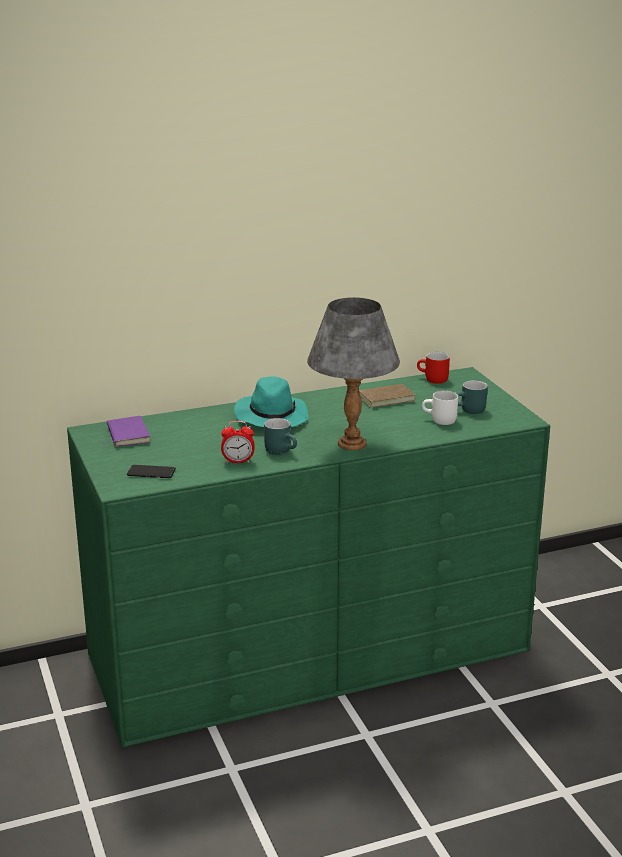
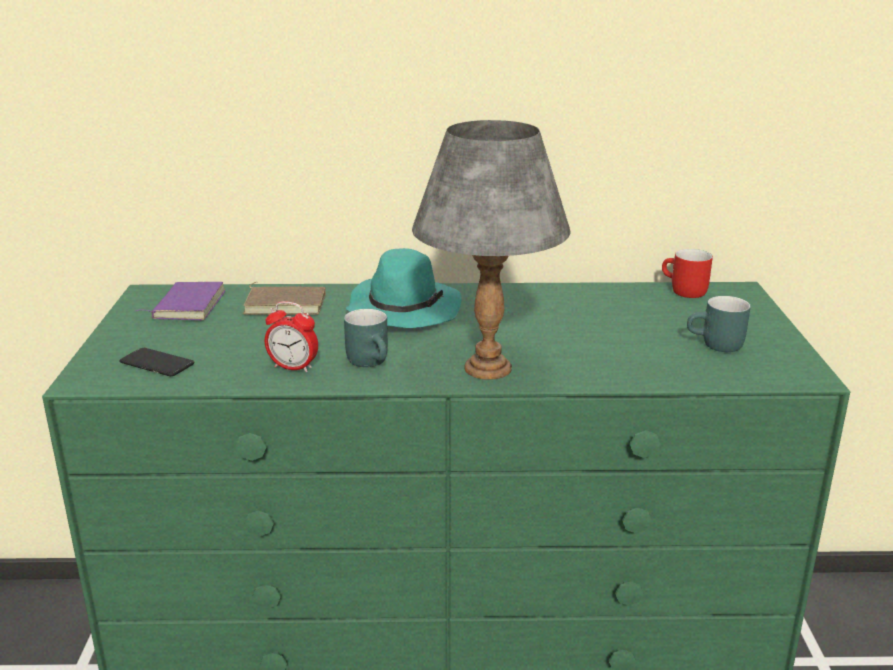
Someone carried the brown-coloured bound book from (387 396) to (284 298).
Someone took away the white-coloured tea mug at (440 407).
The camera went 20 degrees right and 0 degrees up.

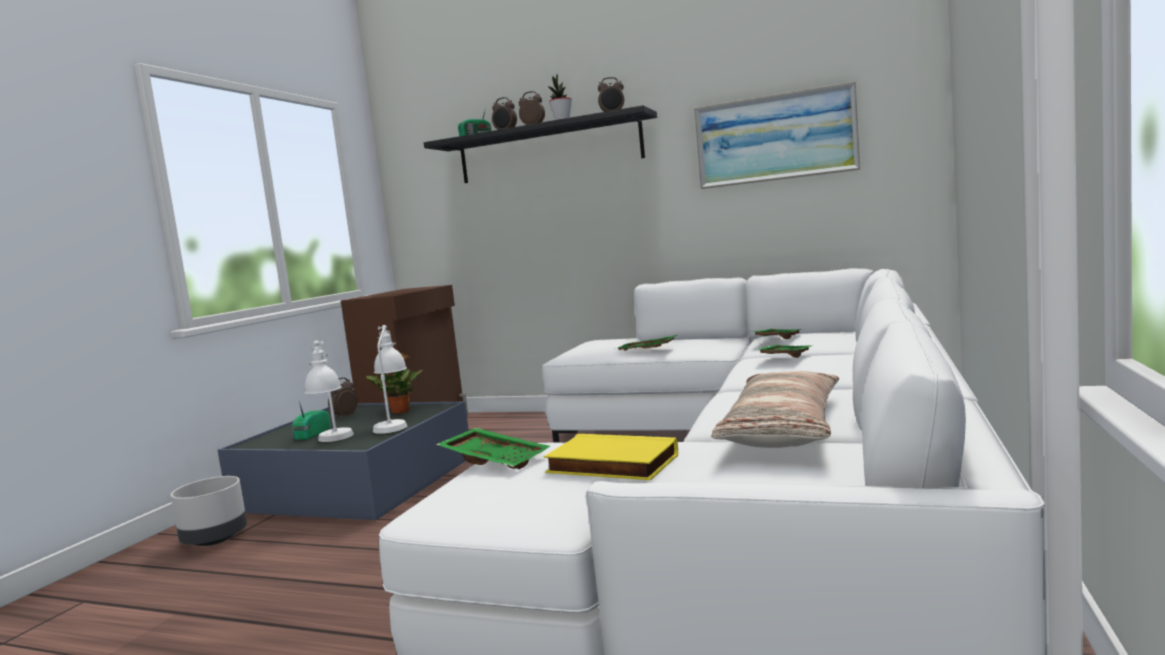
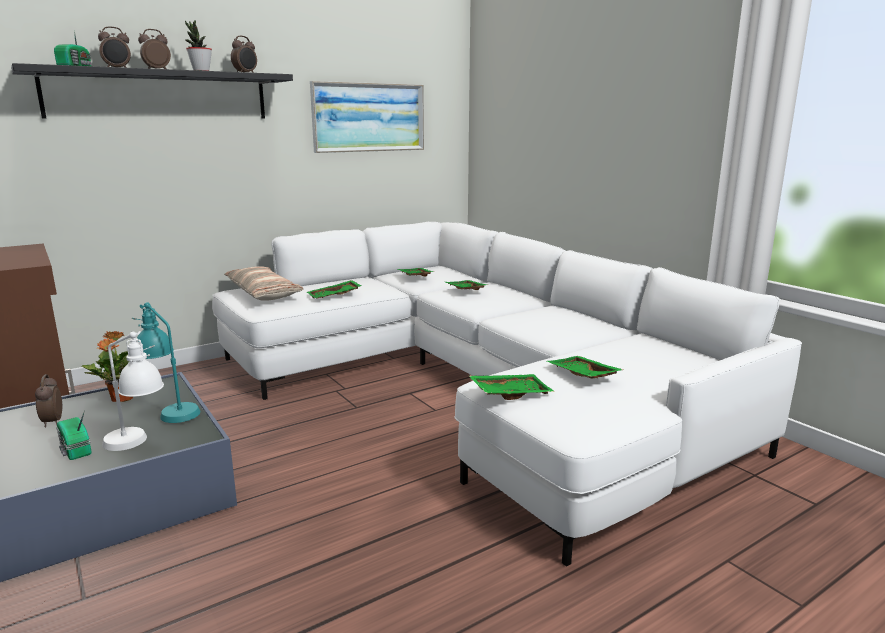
Someone took away the grey flower pot at (208 511).
Someone repainted the white-coloured table lamp at (390 379), which became the turquoise table lamp at (166 362).
Someone swapped the yellow-coloured bound book at (611 457) for the greenish serving tray at (585 367).
Someone carried the pillow from (775 409) to (263 283).
The camera went 55 degrees left and 10 degrees up.

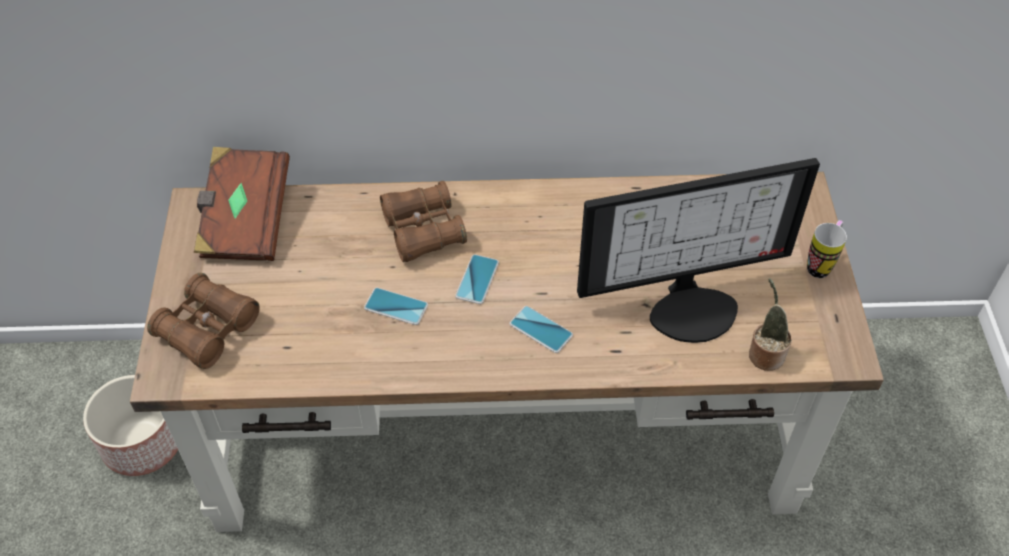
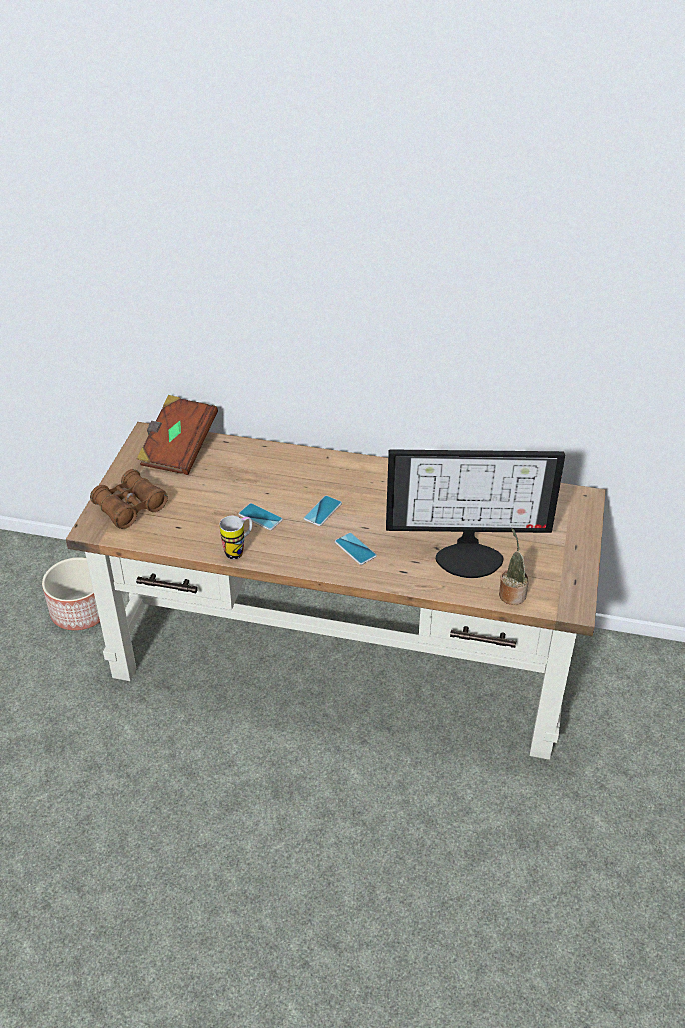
Someone took away the brown-coloured pair of binoculars at (423 221).
Someone carried the tea mug from (827 249) to (235 538).
The camera went 15 degrees right and 10 degrees down.

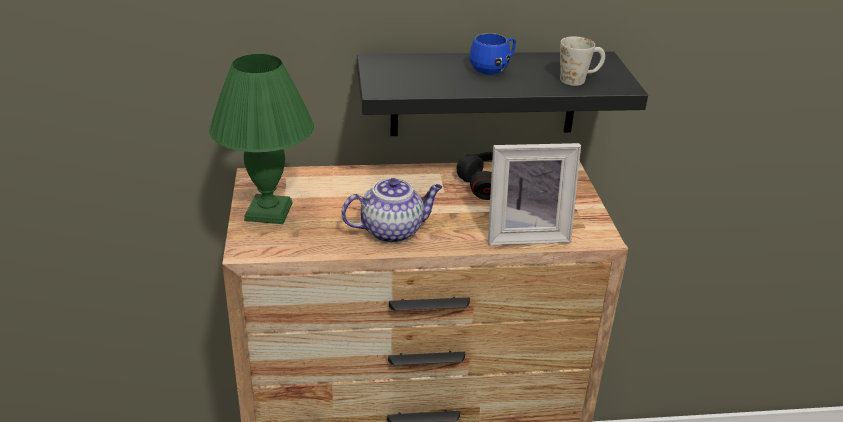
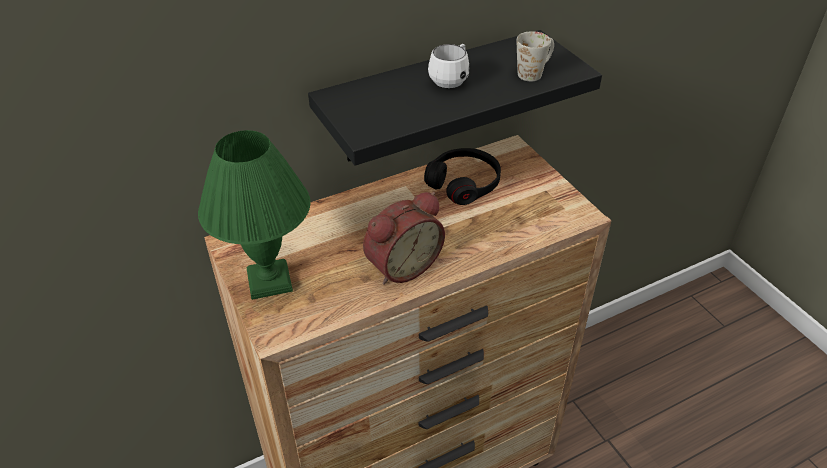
Someone swapped the teapot at (391 210) for the bedside clock at (404 238).
Someone repainted the blue-coloured tea mug at (492 54), which became the white-coloured tea mug at (449 66).
Someone took away the standing frame at (534 194).
The camera went 20 degrees left and 10 degrees up.

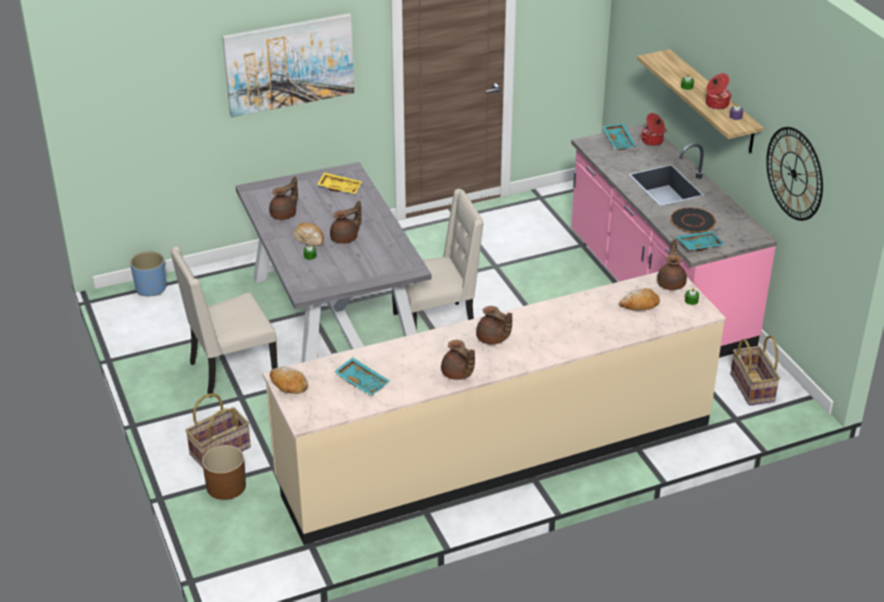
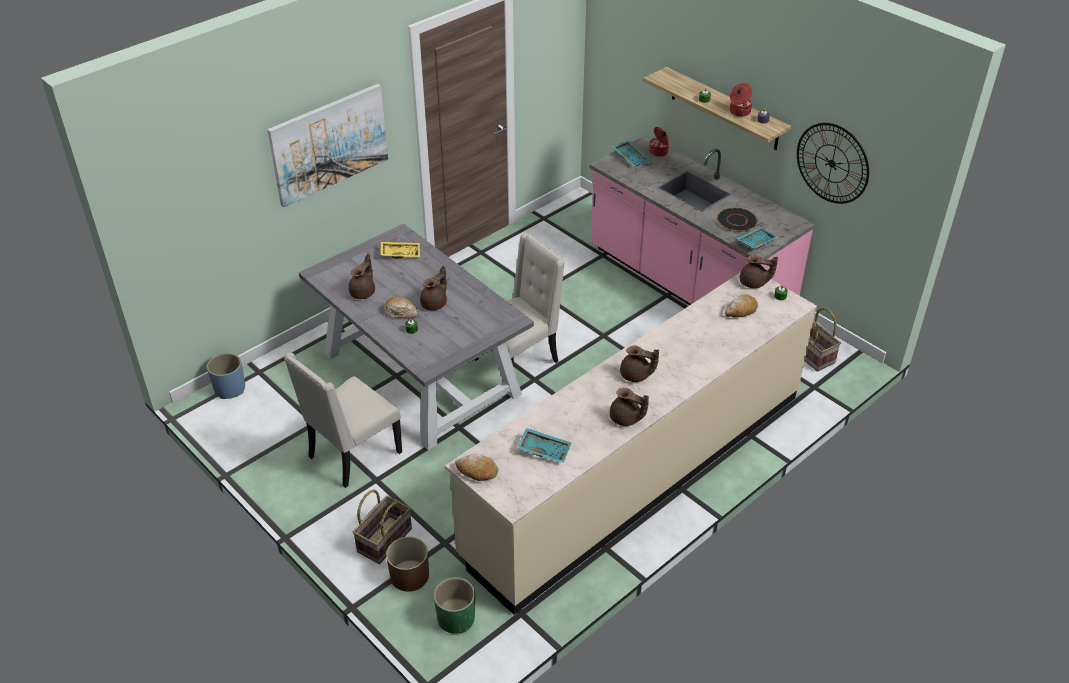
Someone rotated the brown-coloured teapot at (672 264) by 120 degrees clockwise.
Someone put down the greenish flower pot at (454 605).
The camera went 20 degrees left and 5 degrees up.

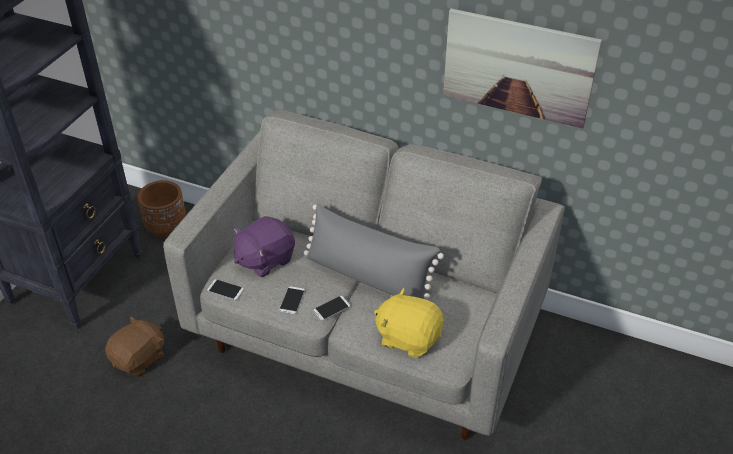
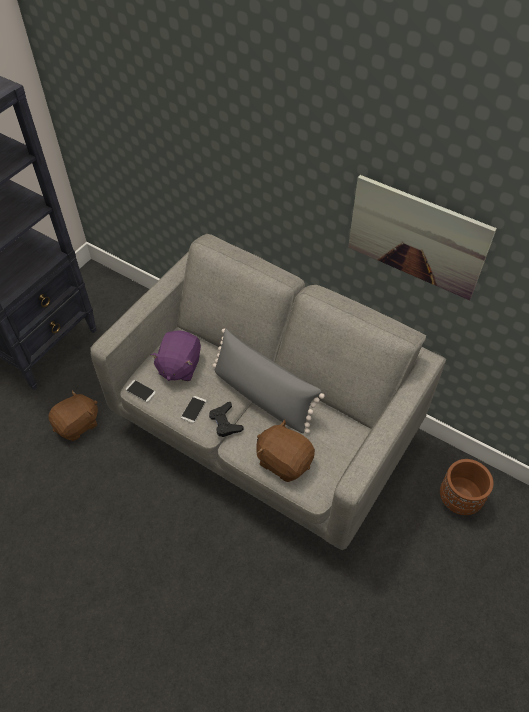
Someone carried the brown-coloured flower pot from (161 209) to (467 487).
Someone rotated the purplish soft toy at (264 246) by 45 degrees counterclockwise.
Someone swapped the telephone at (332 308) for the blackish game controller at (226 419).
Someone repainted the yellow-coloured soft toy at (409 322), which became the brown-coloured soft toy at (285 450).
The camera went 10 degrees right and 10 degrees up.

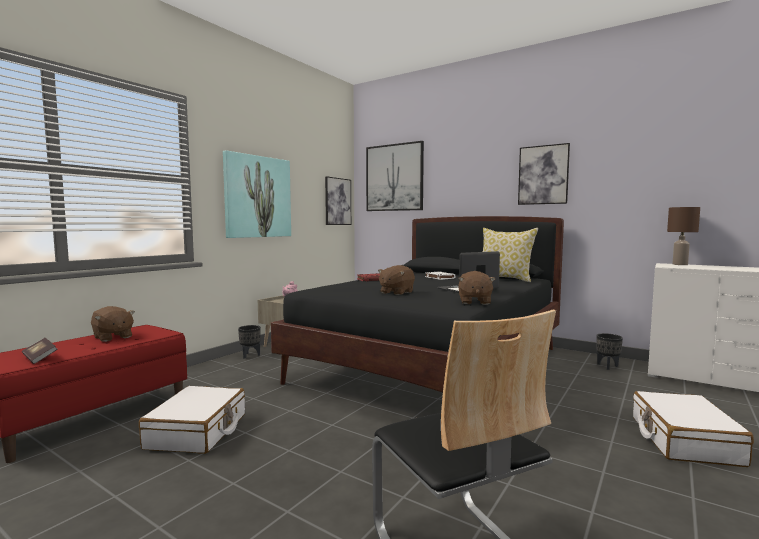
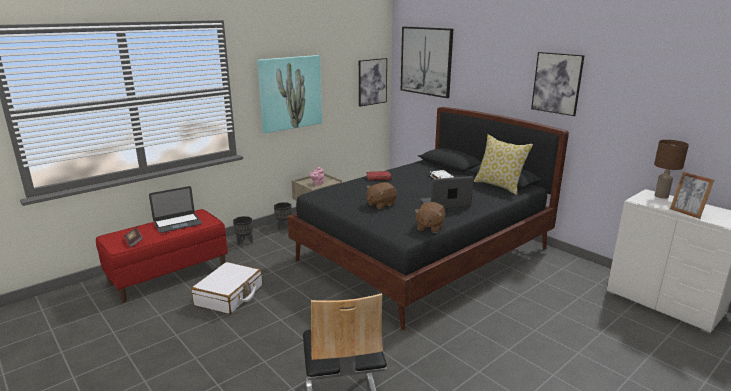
Someone swapped the brown-coloured soft toy at (113 324) for the notebook computer at (175 209).
Someone carried the blackish flower pot from (609 351) to (243 230).
Someone took away the white-coloured suitcase at (693 429).
Someone put down the standing frame at (692 195).
The camera went 15 degrees right and 15 degrees up.

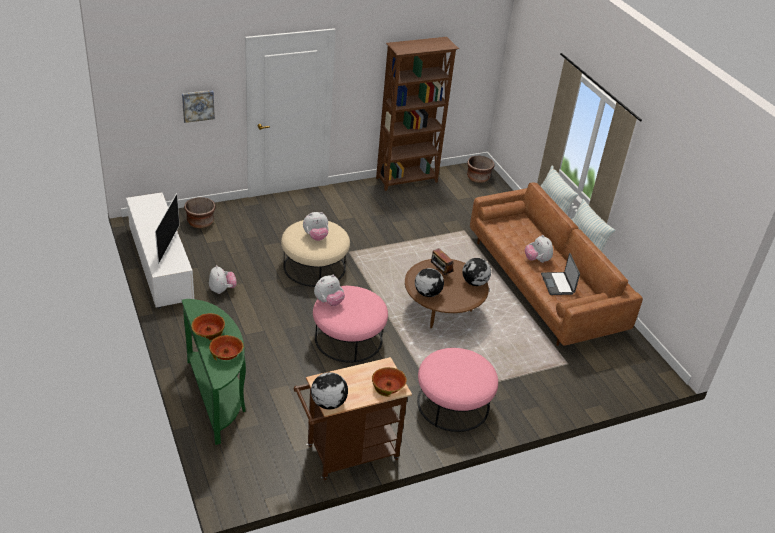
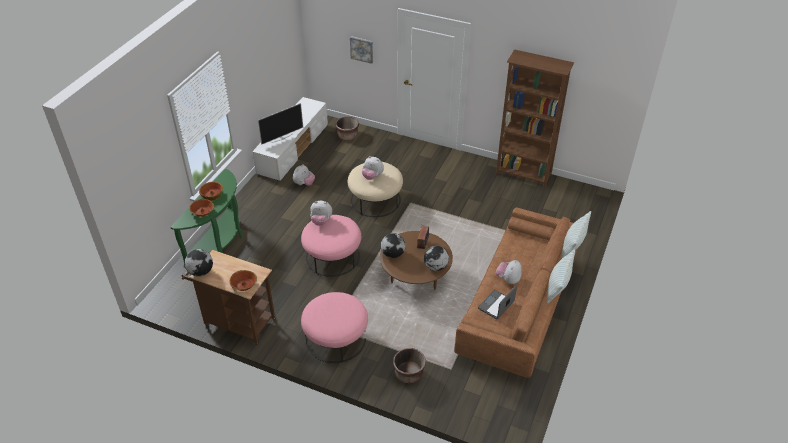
Someone carried the brown-coloured flower pot from (481 169) to (409 365).
The camera went 50 degrees right and 5 degrees up.

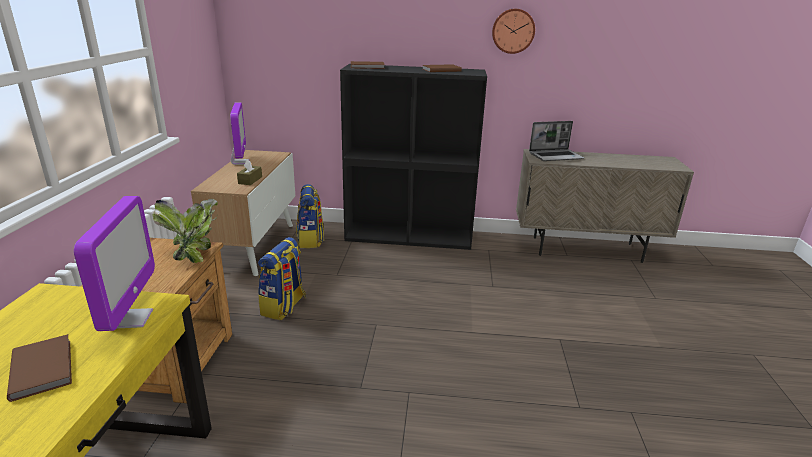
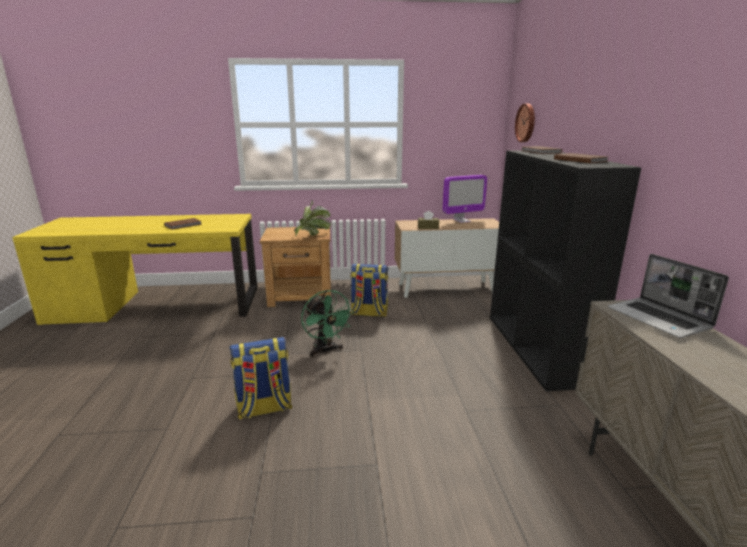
Someone took away the monitor at (114 263).
Someone carried the backpack from (310 216) to (261 378).
Someone carried the wall clock from (513 31) to (525 123).
Someone put down the greenish cooling fan at (327 323).
The camera went 80 degrees right and 5 degrees down.

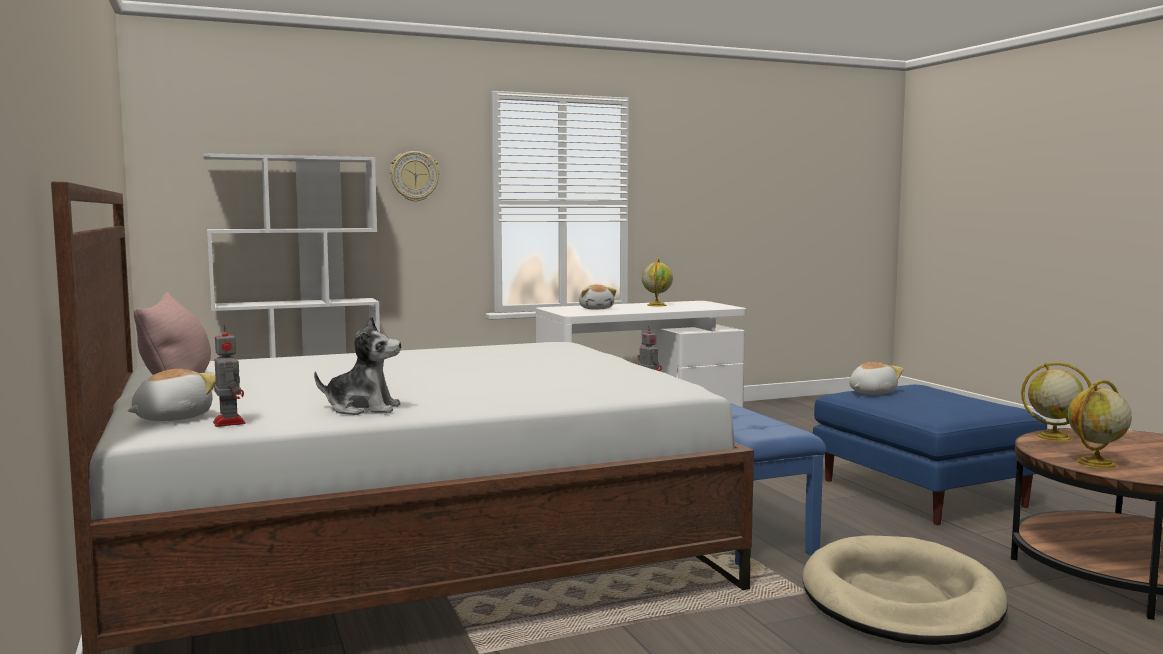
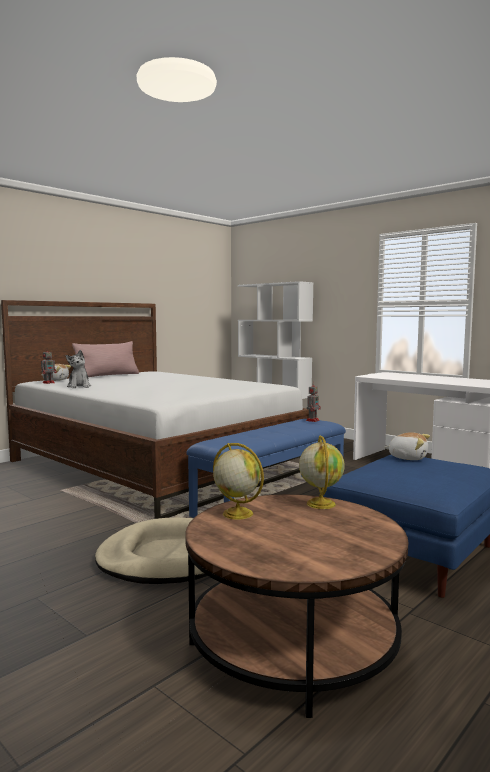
Someone took away the wall clock at (415 176).
Someone took away the soft toy at (597 297).
Someone took away the globe at (657 282).
The camera went 65 degrees right and 0 degrees up.

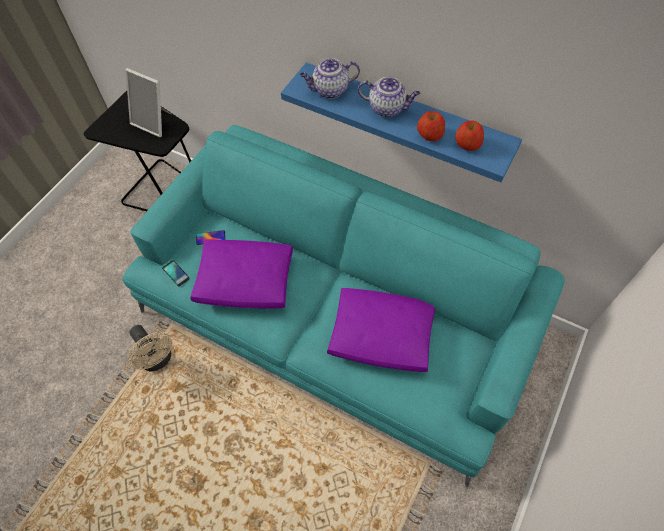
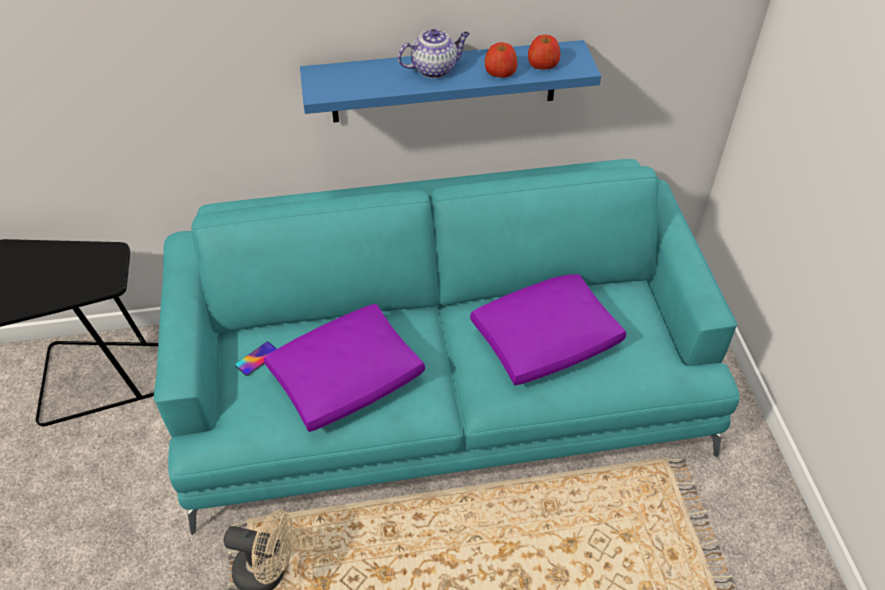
Someone took away the standing frame at (148 102).
Someone took away the telephone at (176 273).
Someone took away the teapot at (330 78).
The camera went 40 degrees left and 10 degrees down.

